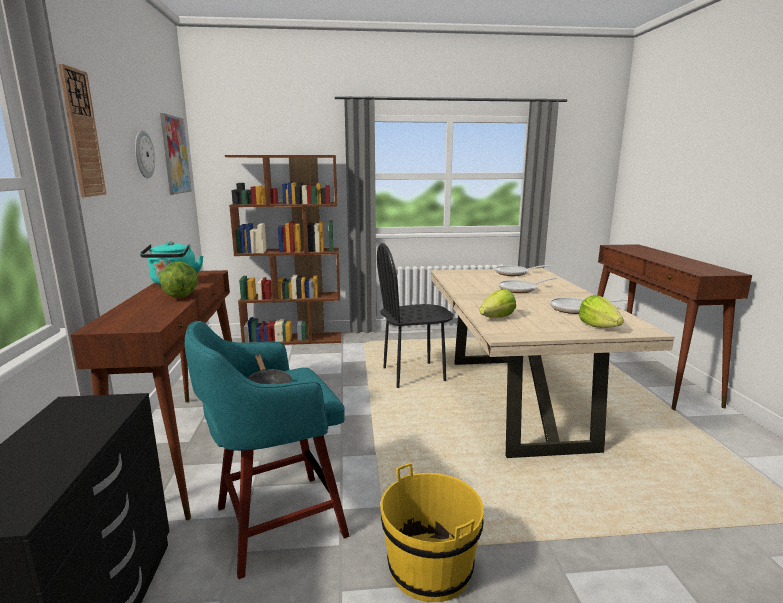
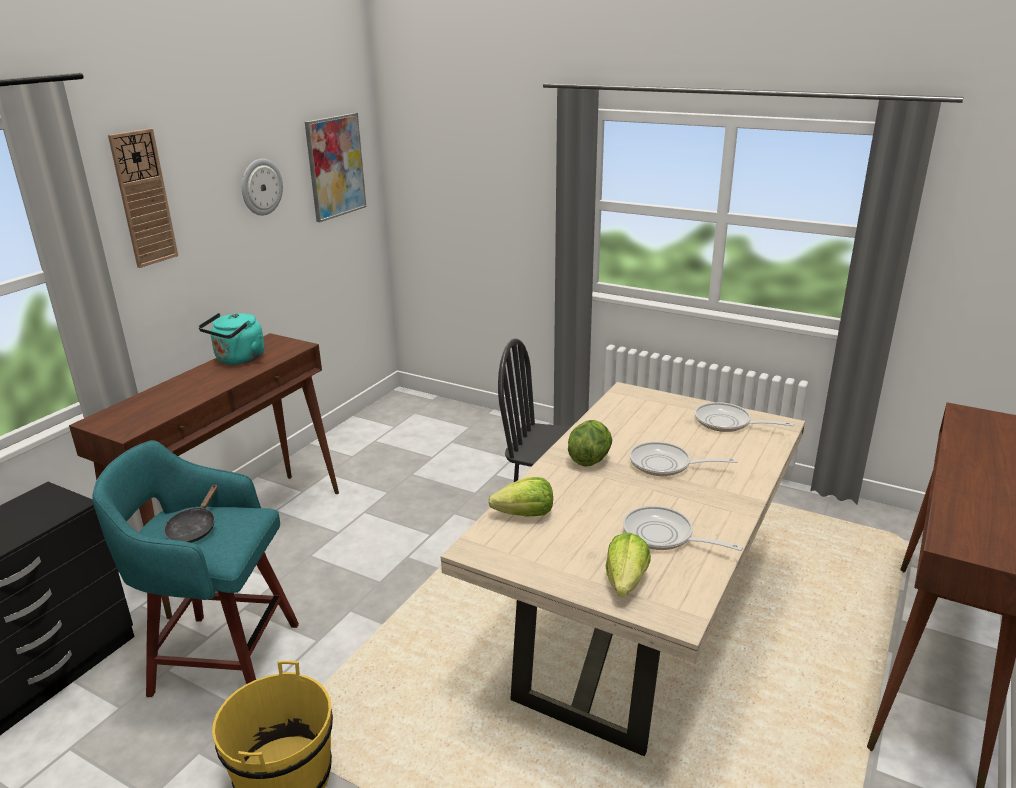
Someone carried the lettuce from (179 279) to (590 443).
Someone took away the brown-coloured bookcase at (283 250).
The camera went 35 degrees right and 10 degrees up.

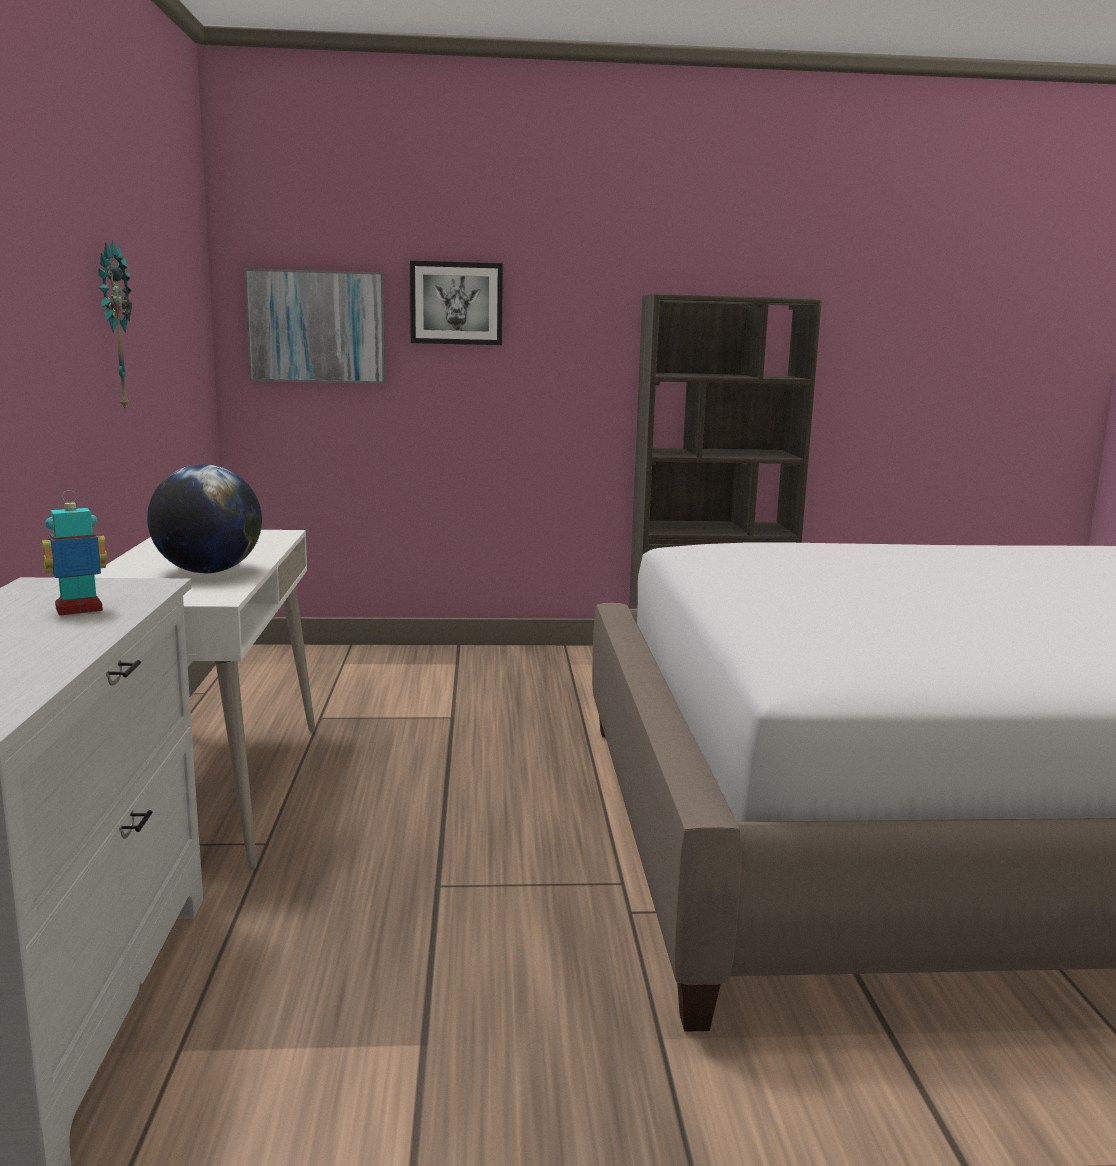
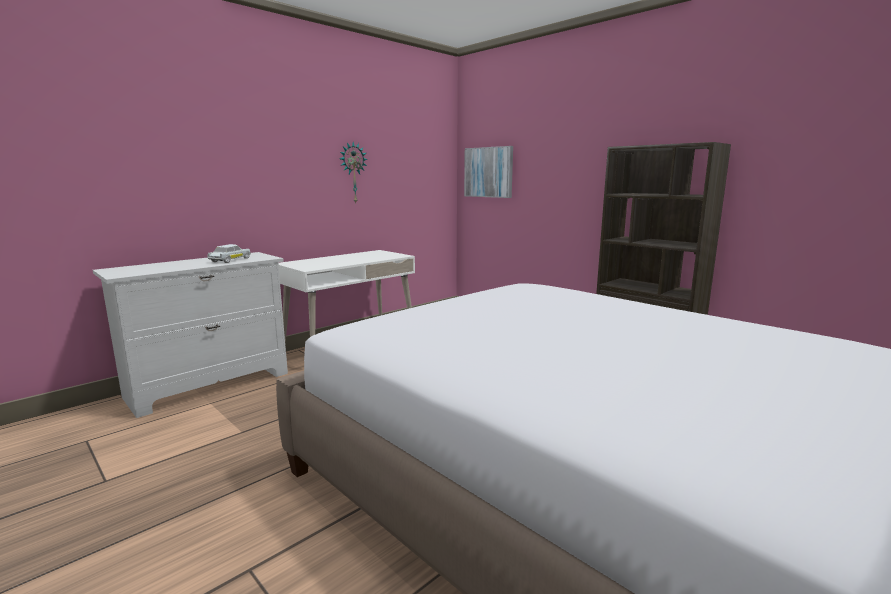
Someone swapped the toy robot at (74 553) for the white-coloured miniature car at (229 253).
Someone took away the globe at (204 518).
Someone took away the wall picture at (456 303).
The camera went 50 degrees right and 0 degrees up.

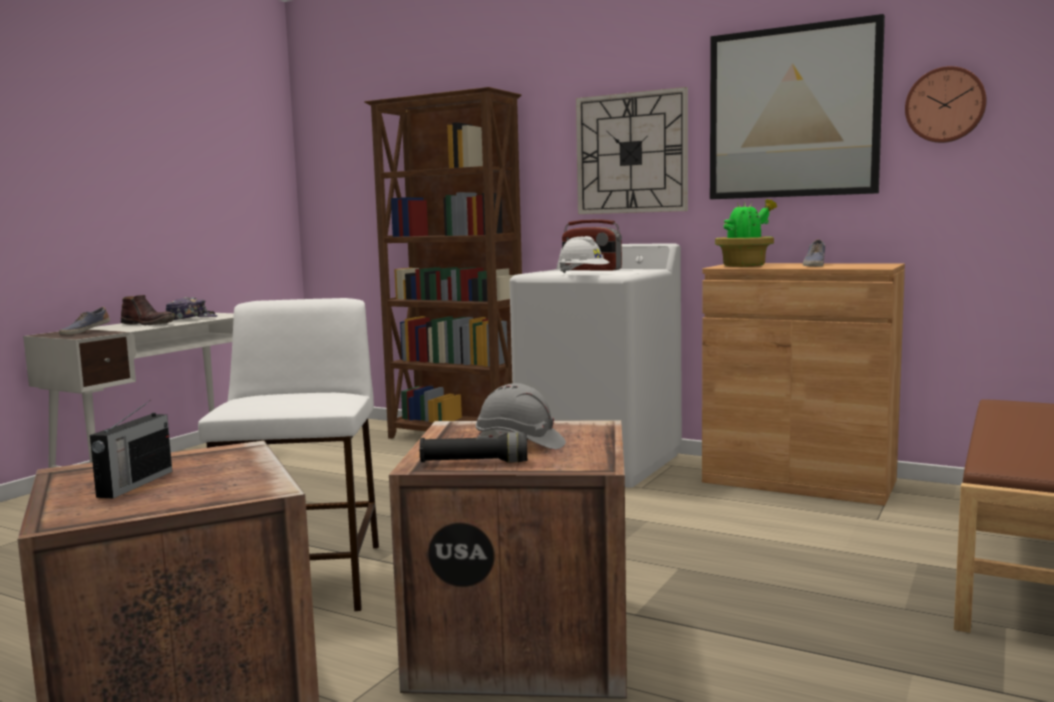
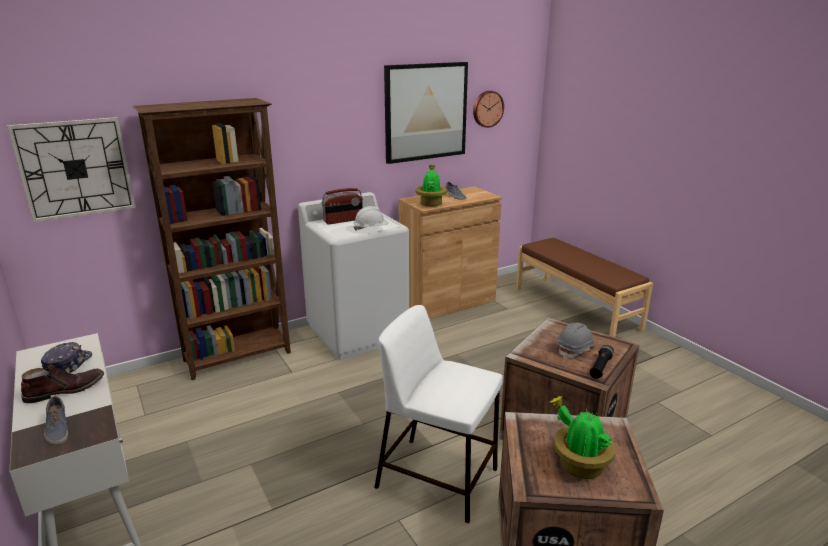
Someone swapped the radio at (131 449) for the potted plant at (582 437).
Someone carried the wall clock from (632 150) to (71 169).
The camera went 60 degrees left and 15 degrees up.

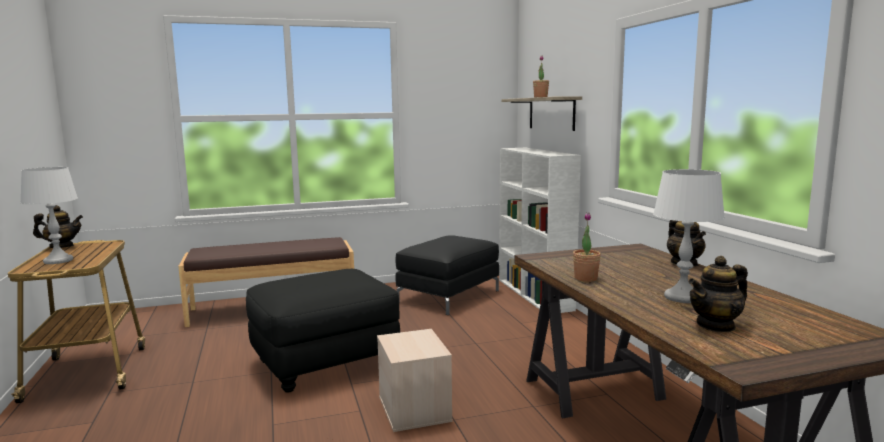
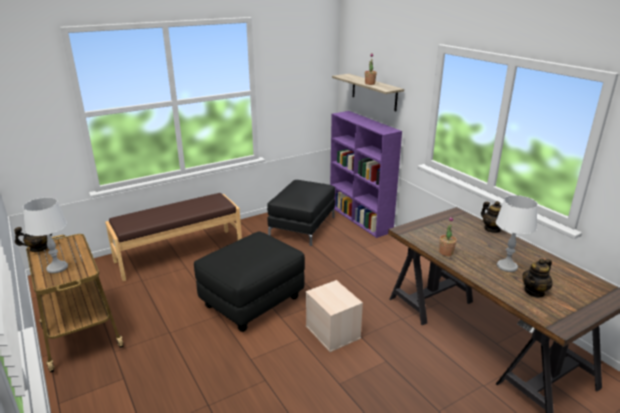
Someone repainted the white-coloured bookcase at (540 230), which became the purplish bookcase at (366 174).
The camera went 15 degrees left and 15 degrees up.

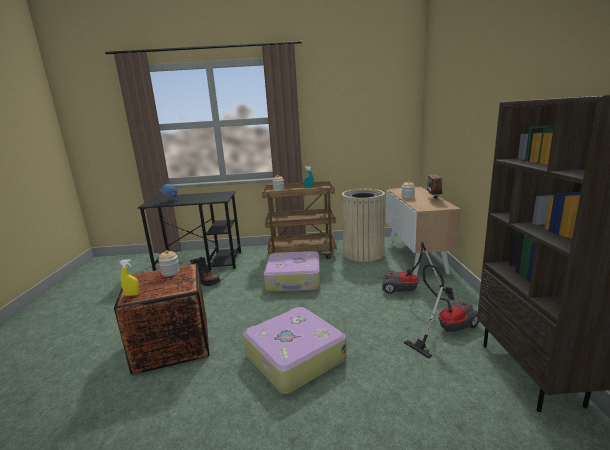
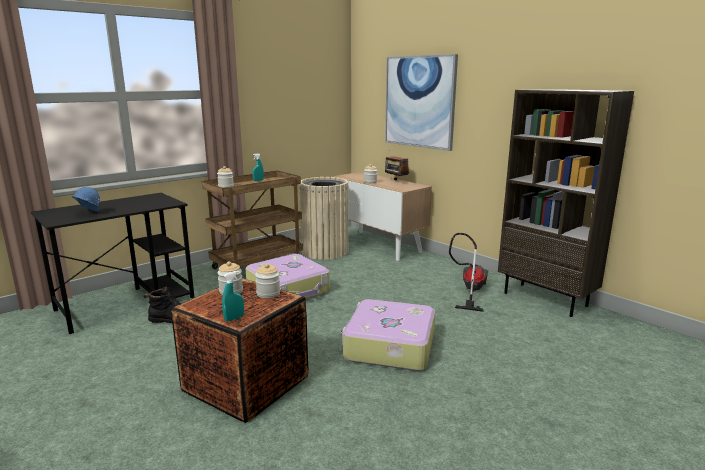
Someone repainted the yellow-coloured spray bottle at (129 277), which became the turquoise spray bottle at (233 296).
Someone took away the vacuum cleaner at (418 271).
Someone put down the storage jar at (267 281).
Someone put up the wall picture at (421 102).
The camera went 40 degrees left and 0 degrees up.

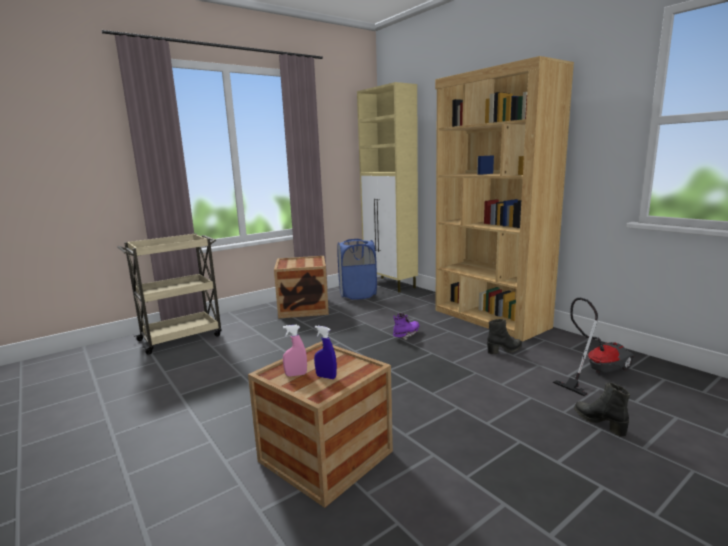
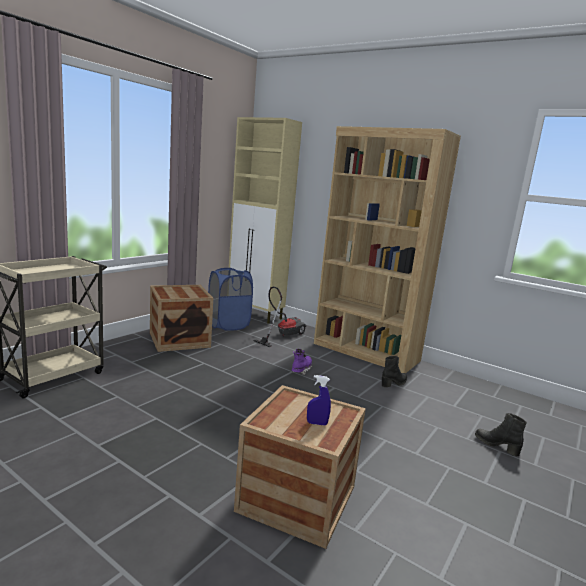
Someone took away the pinkish spray bottle at (295 350).
Someone carried the vacuum cleaner from (593 347) to (279 316).
The camera went 20 degrees left and 0 degrees up.

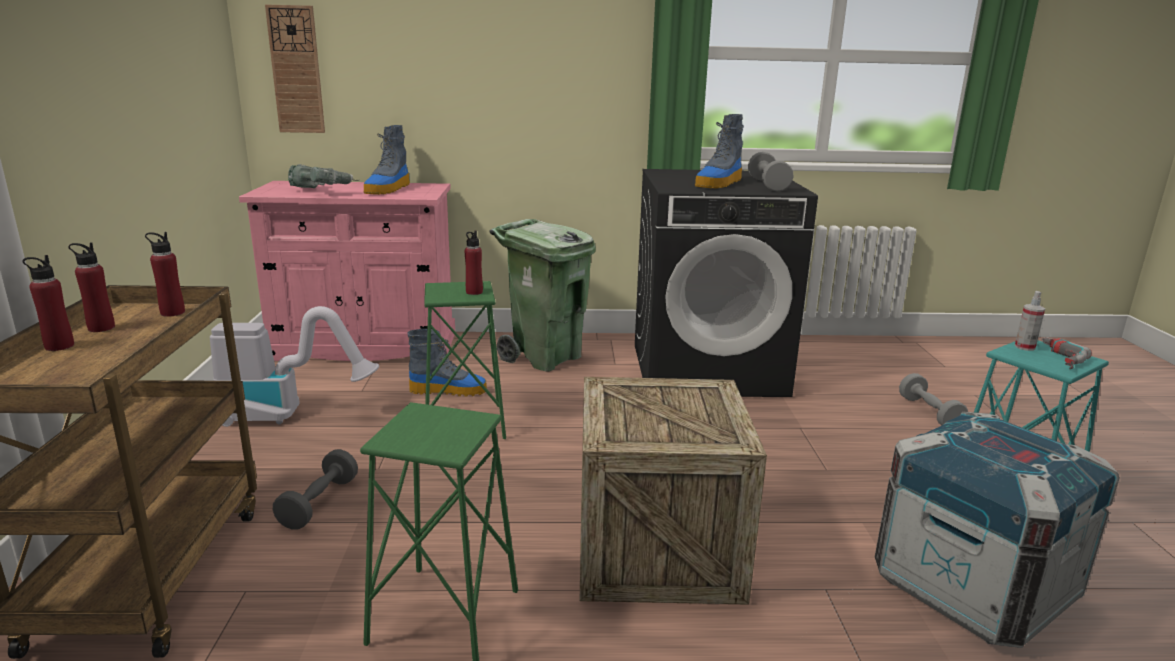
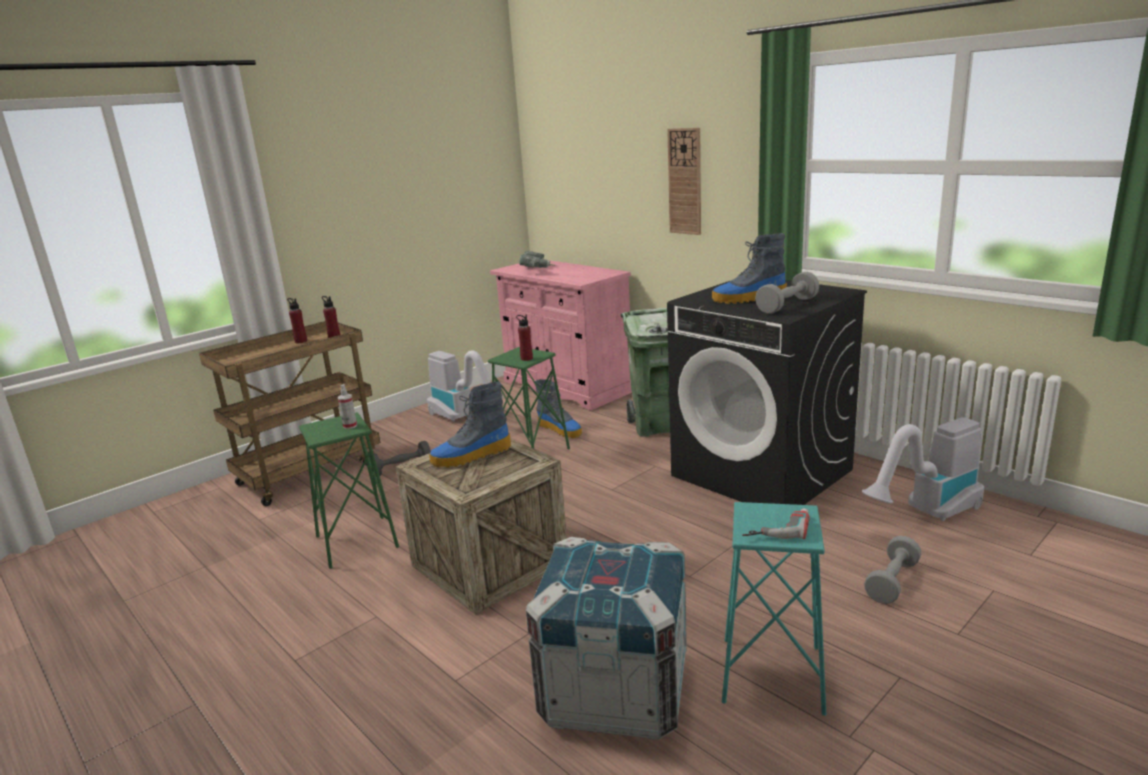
Someone took away the red beverage bottle at (48 303).
Someone carried the wall clock from (295 69) to (684 181).
Someone carried the tall boot from (387 160) to (470 424).
Someone carried the spray bottle from (1030 321) to (347 406).
Someone put down the vacuum cleaner at (923 469).
The camera went 50 degrees right and 0 degrees up.

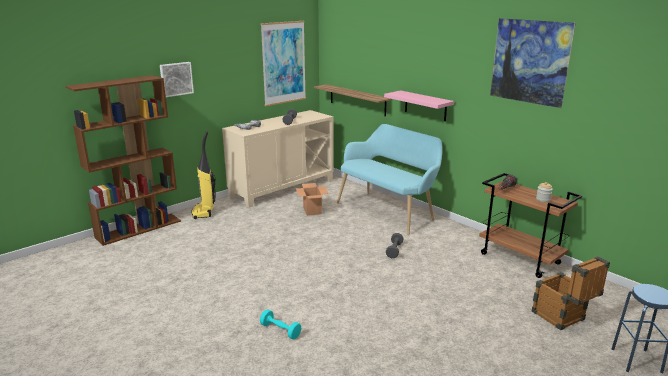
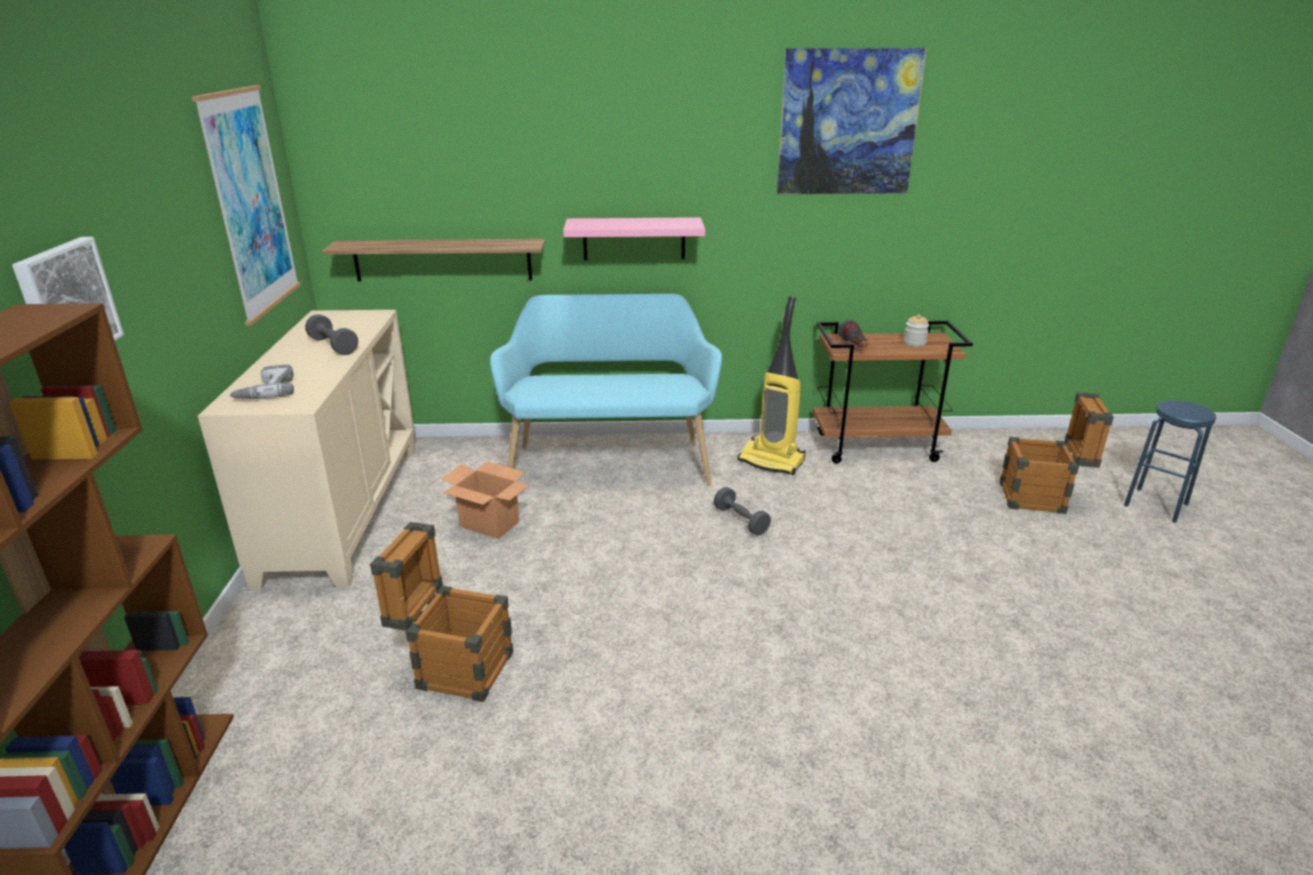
Someone carried the vacuum cleaner from (204 175) to (771 385).
Someone took away the turquoise free weight at (280 324).
Someone put down the shipping crate at (441 612).
The camera went 50 degrees left and 5 degrees up.

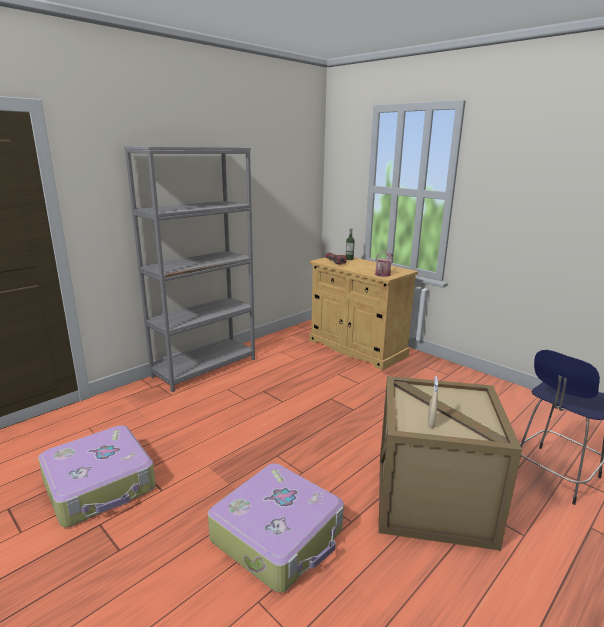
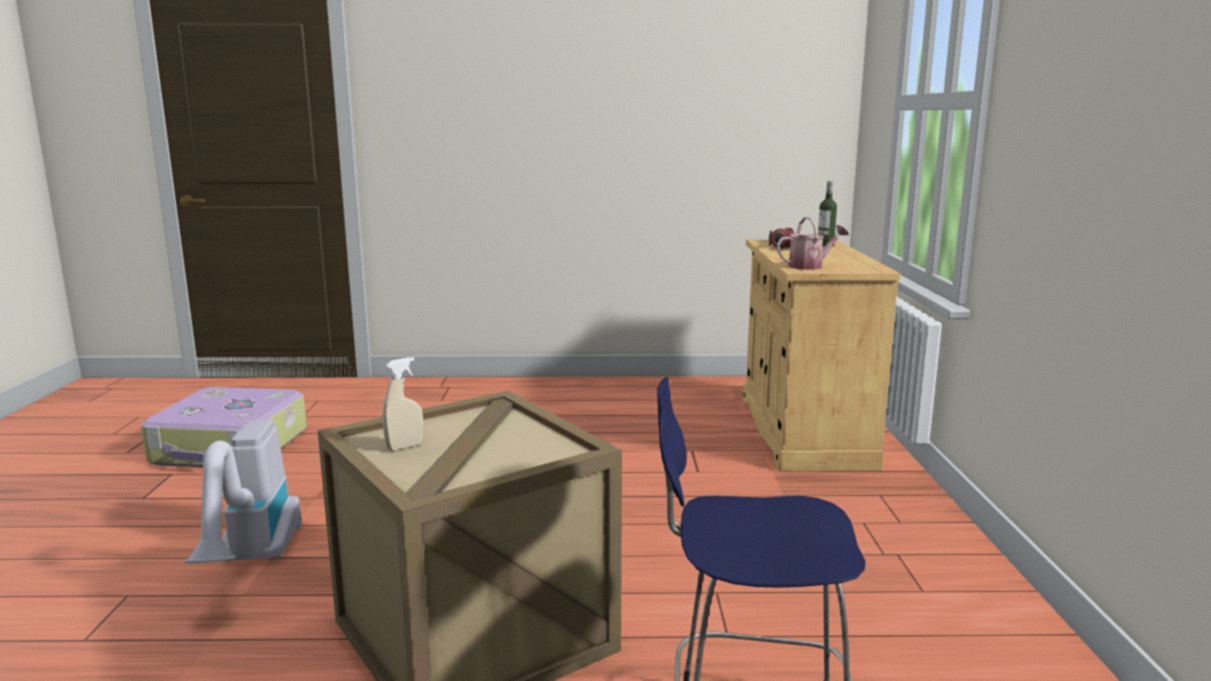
Someone took away the grey bookcase at (189 269).
Someone swapped the suitcase at (276 528) for the vacuum cleaner at (243 491).
The camera went 45 degrees right and 5 degrees down.

